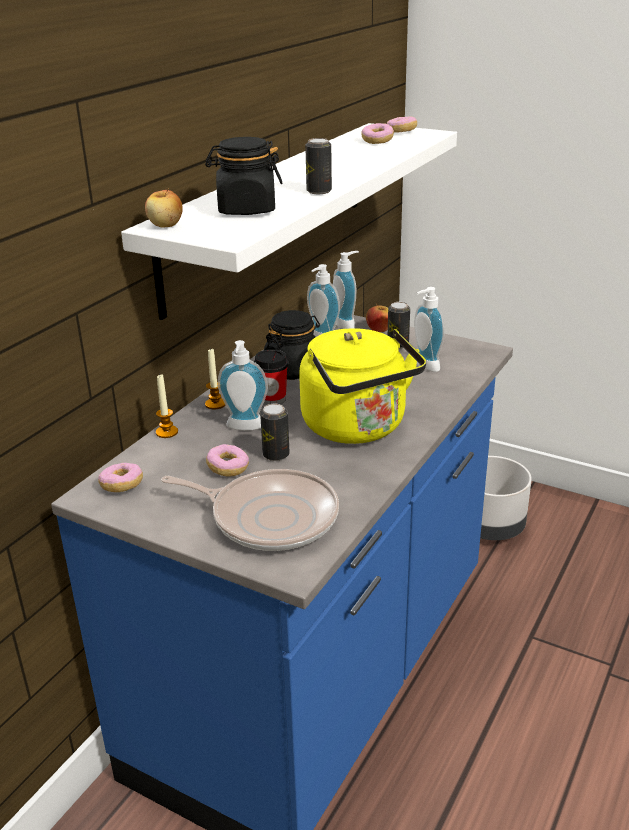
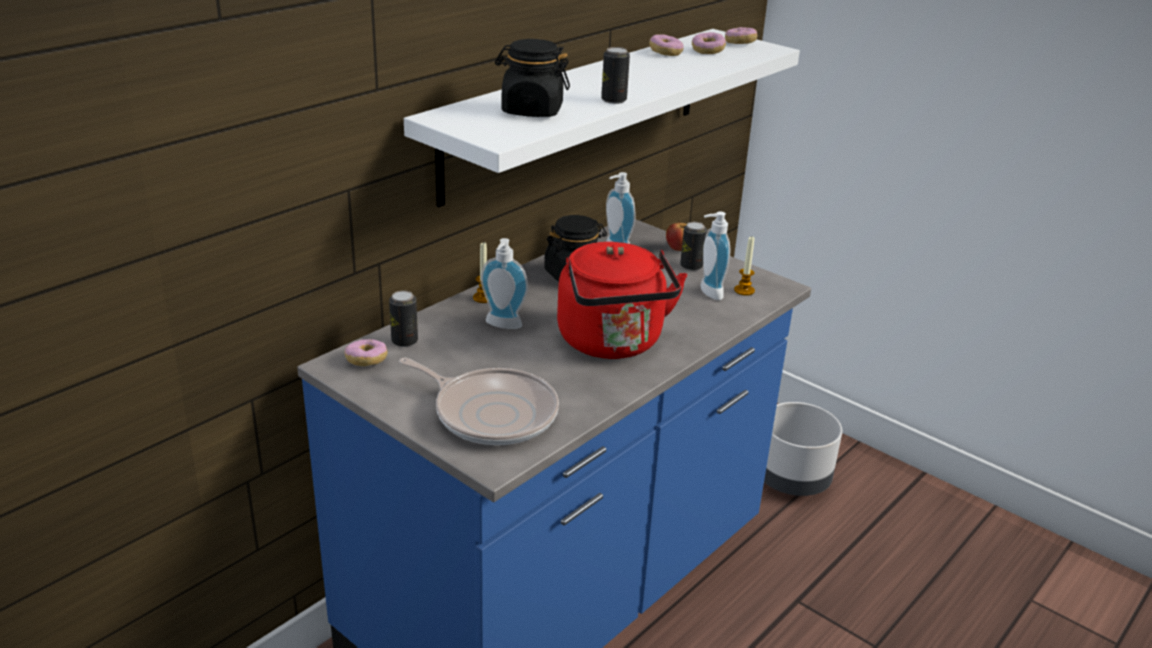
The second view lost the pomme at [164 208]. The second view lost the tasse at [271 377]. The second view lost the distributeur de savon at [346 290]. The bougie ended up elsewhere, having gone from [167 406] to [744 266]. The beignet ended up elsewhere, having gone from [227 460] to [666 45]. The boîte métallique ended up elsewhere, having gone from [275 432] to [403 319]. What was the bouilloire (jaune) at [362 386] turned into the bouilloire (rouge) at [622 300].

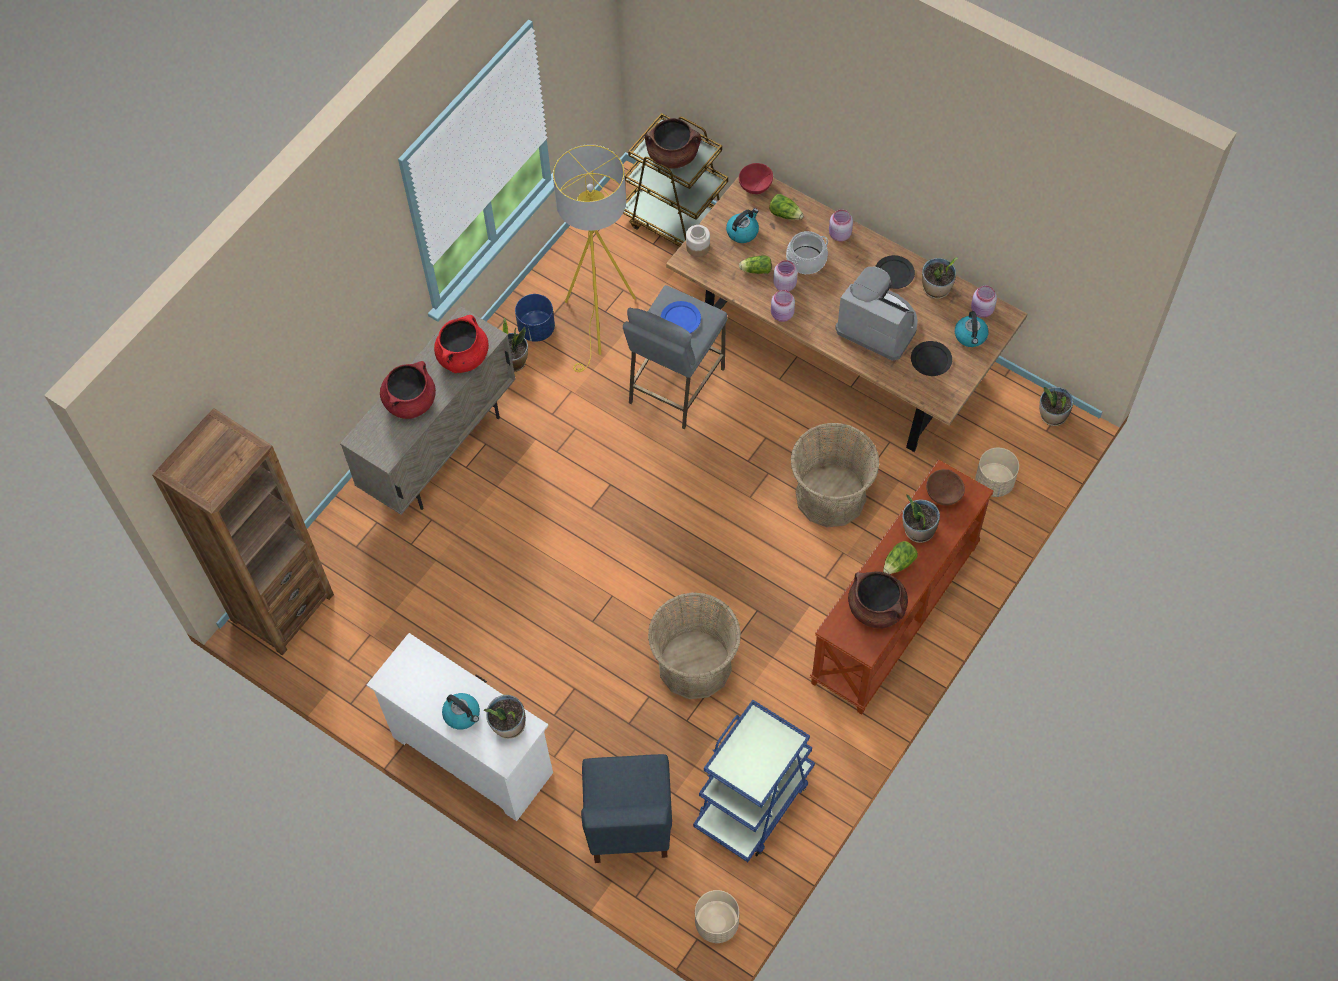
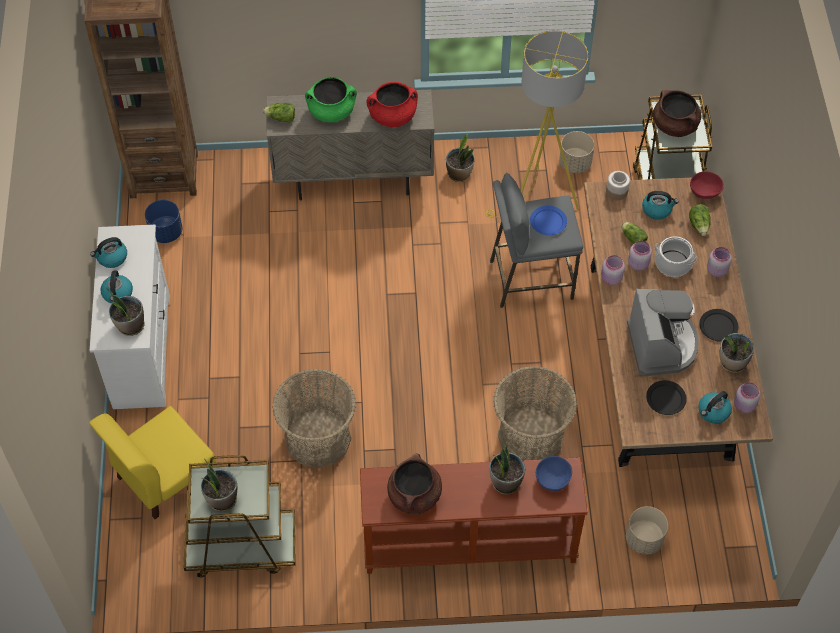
The second view gained the bouilloire at [108 252]. The cache-pot (bleu) ended up elsewhere, having gone from [535 318] to [164 221]. The cache-pot (beige) ended up elsewhere, having gone from [717 916] to [577 152]. The laitue ended up elsewhere, having gone from [900 557] to [279 113]. The plante en pot ended up elsewhere, having gone from [1056 406] to [219 485]. What was the marmite (rouge) at [408 390] turned into the marmite (vert) at [331 100]. What was the chaise (bleu) at [626 808] turned into the chaise (jaune) at [152 462]. What was the chariot (bleu) at [754 781] turned into the chariot (marron) at [240 516]. What was the bol (marron) at [945 487] turned into the bol (bleu) at [554 473].

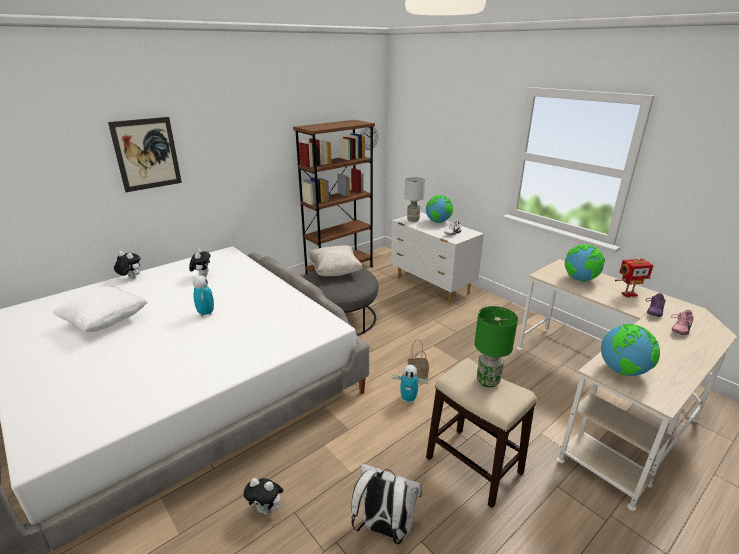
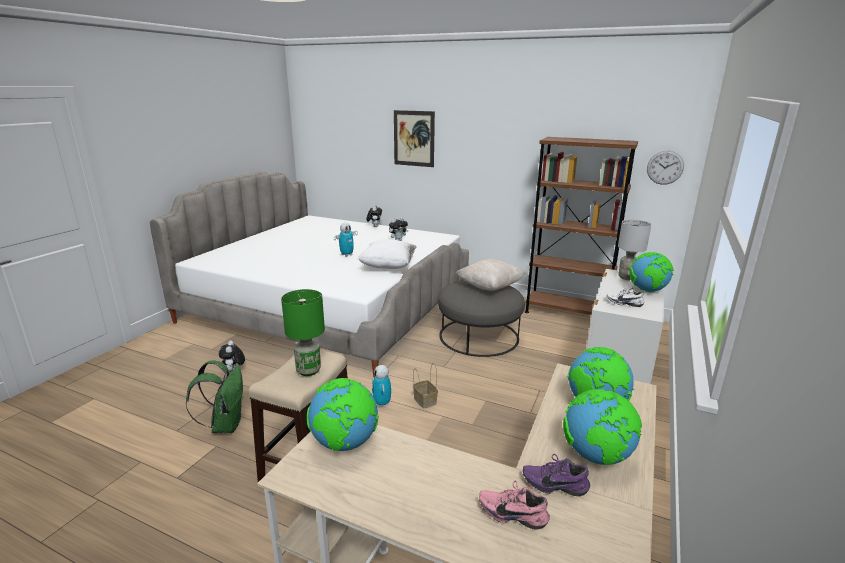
The coussin (blanc) ended up elsewhere, having gone from [100 309] to [387 254]. Where the robot jouet stood at [634 277], the globe came to stand at [602 427]. What was the sac à dos (blanc) at [386 504] turned into the sac à dos (vert) at [214 396].

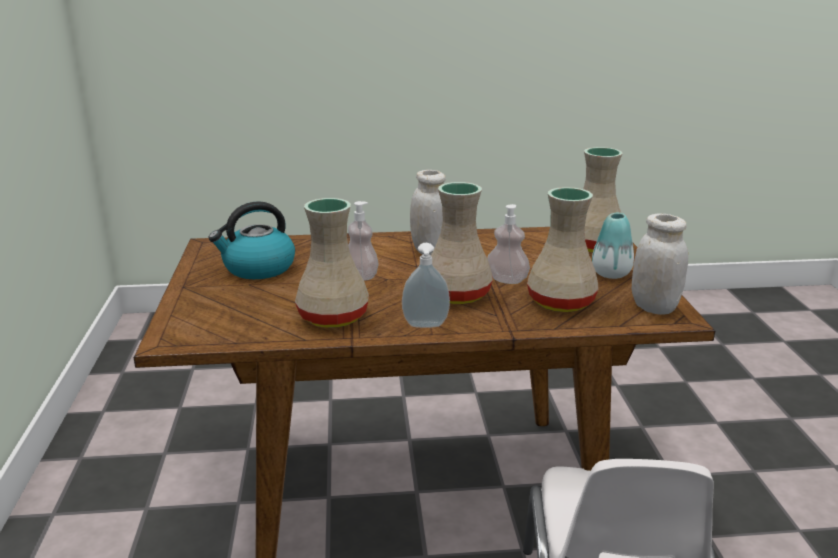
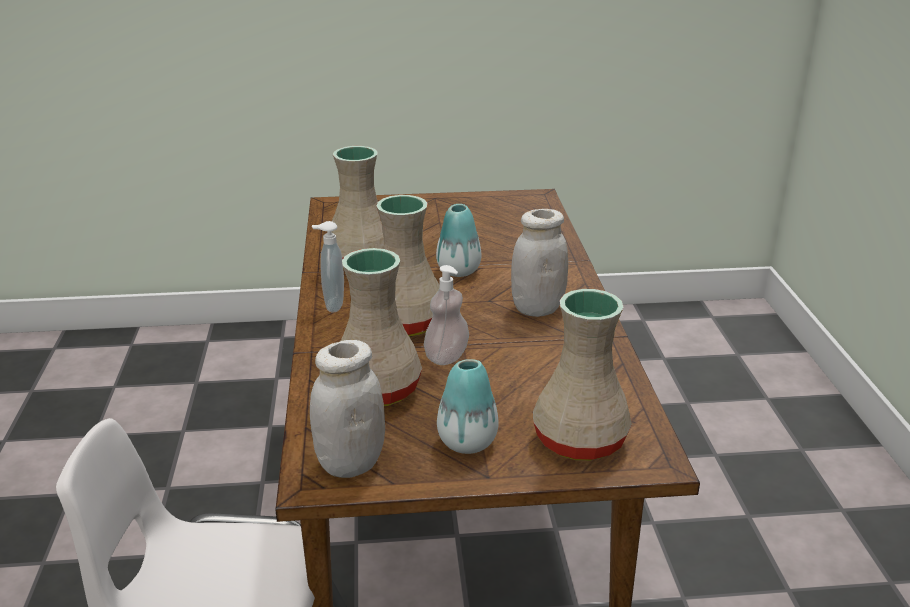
The second view lost the bouilloire at [251 240]. Where the distributeur de savon stood at [363 241], the vase came to stand at [458 240].

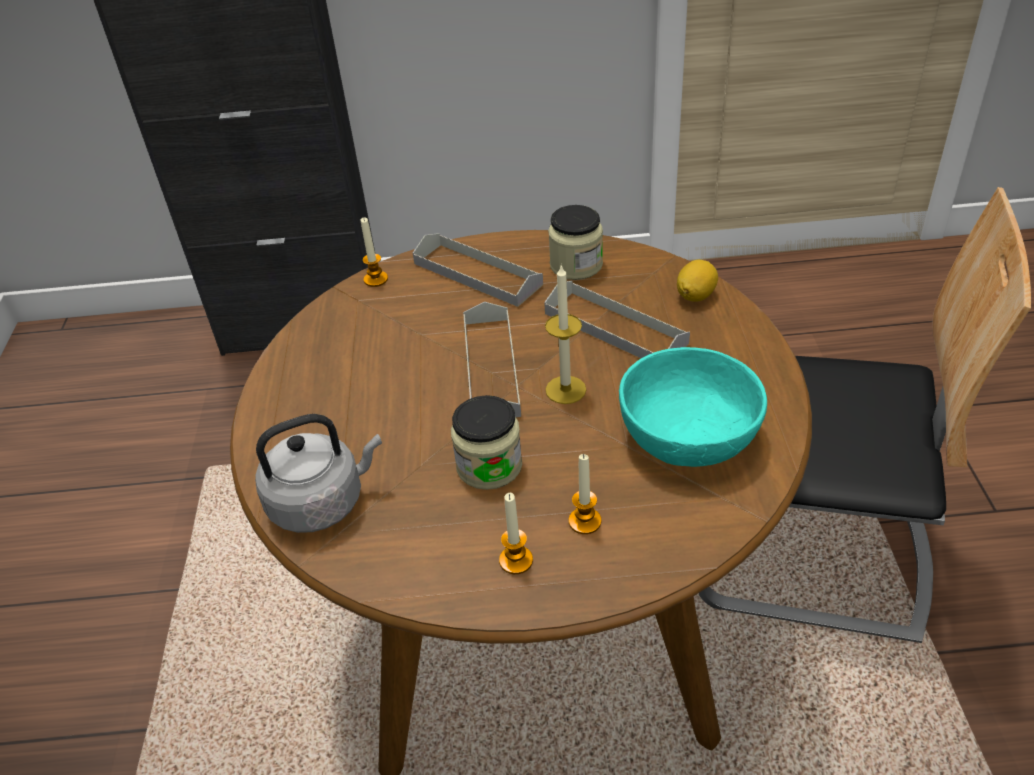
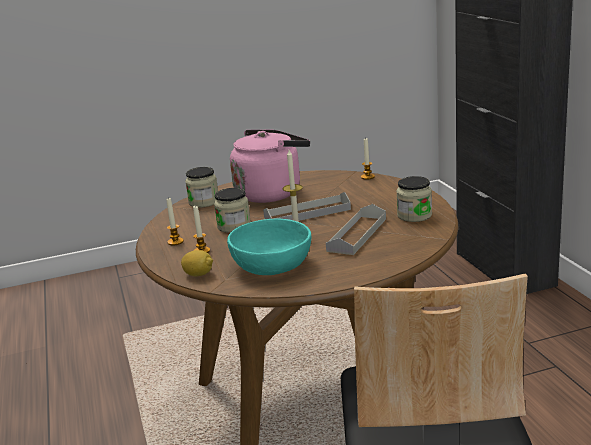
The second view lost the plateau (gris) at [478 270]. The second view gained the bouilloire (rose) at [270 166]. The citron ended up elsewhere, having gone from [697 281] to [197 263]. Where the bouilloire (gris) stood at [318 473], the bocal came to stand at [201 187].

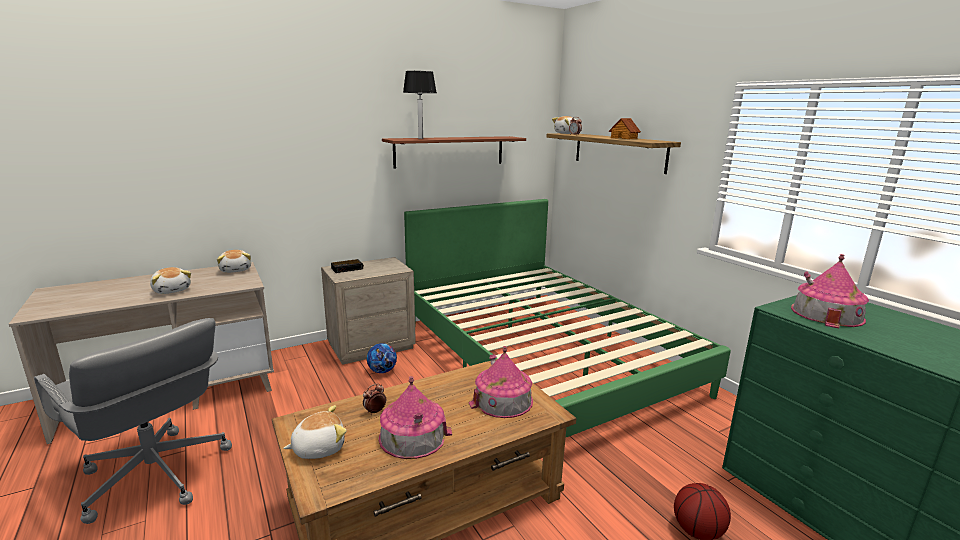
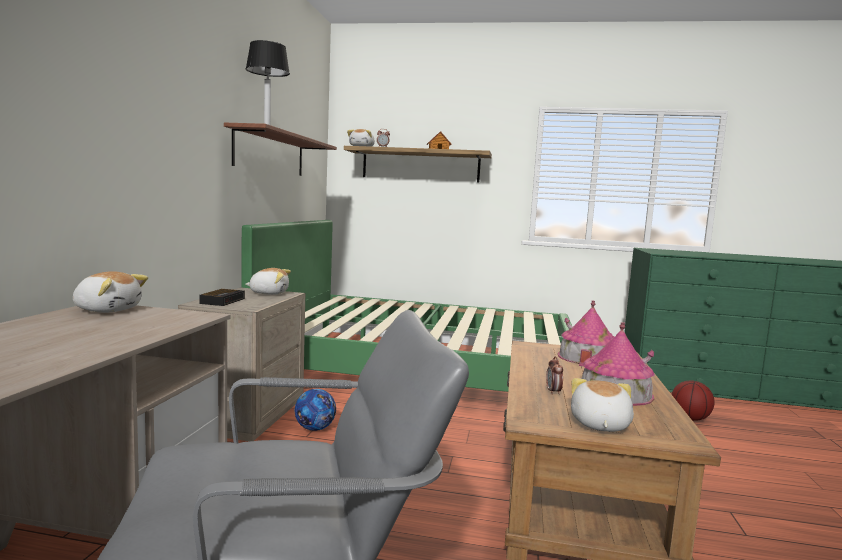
The second view lost the maison miniature at [830 291]. The peluche ended up elsewhere, having gone from [170 280] to [268 281].

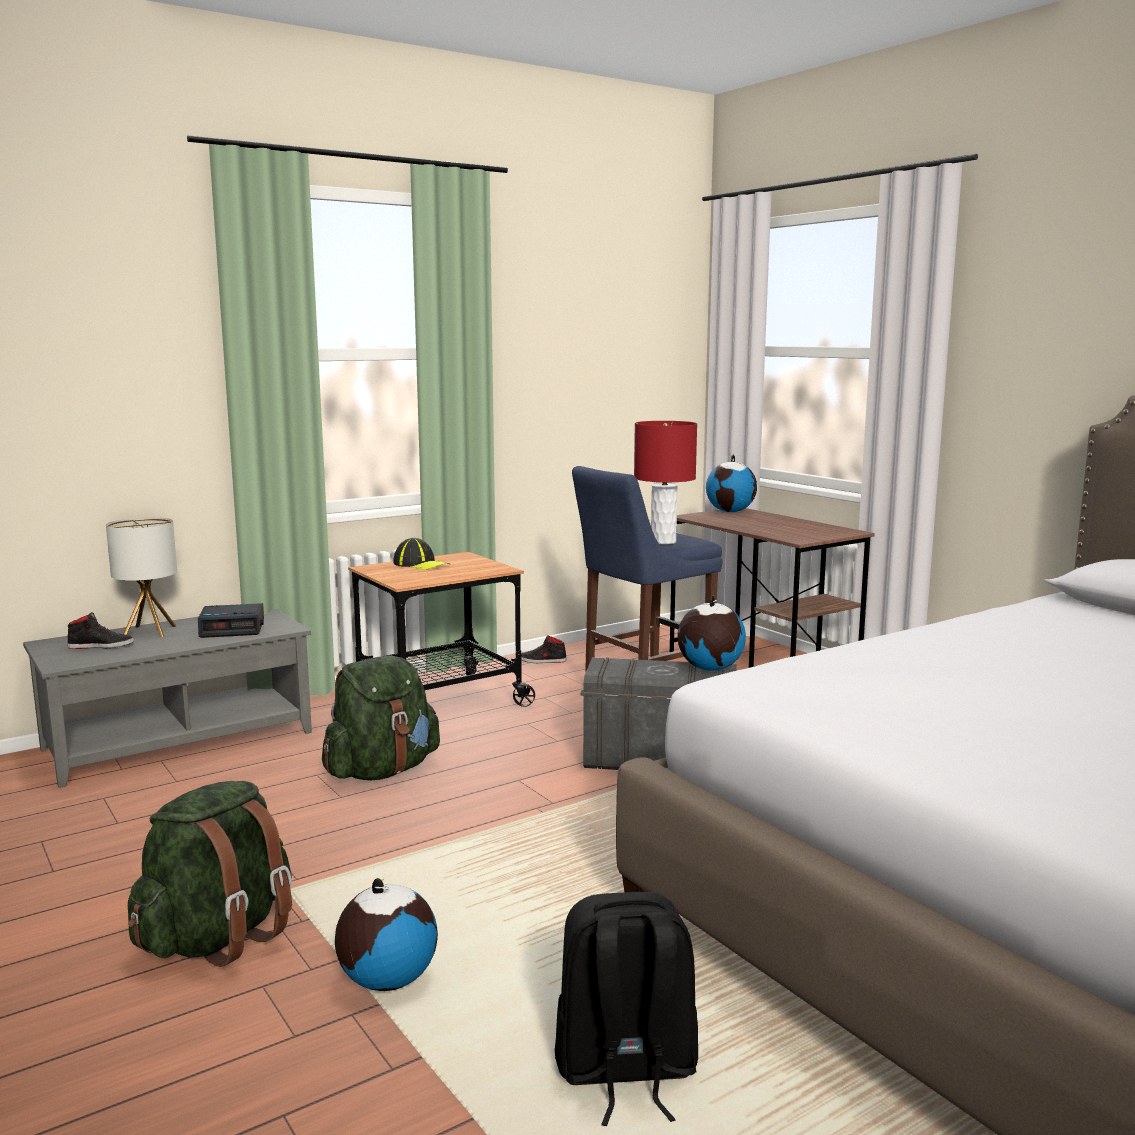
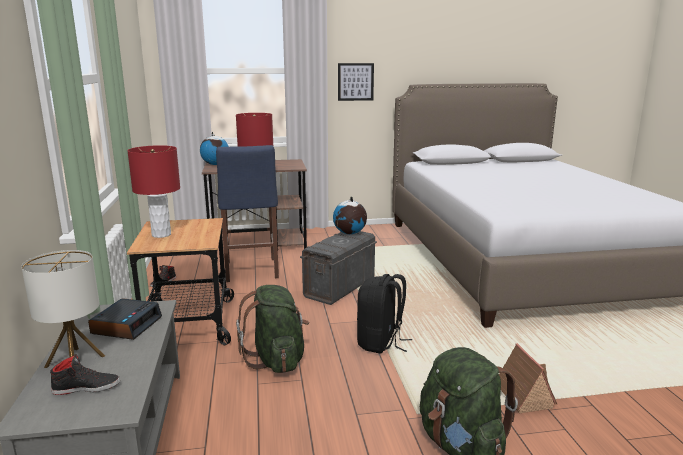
The second view gained the tableau at [356 82]. The sac à dos (noir) ended up elsewhere, having gone from [626 1009] to [384 314]. Where the globe stood at [386 934], the maison miniature came to stand at [528 378]. Where the casquette stood at [421 554], the lampe de table (rouge) came to stand at [153 191]. The chaussure (noir) at [100 630] ended up facing another way, 60 degrees clockwise from before.

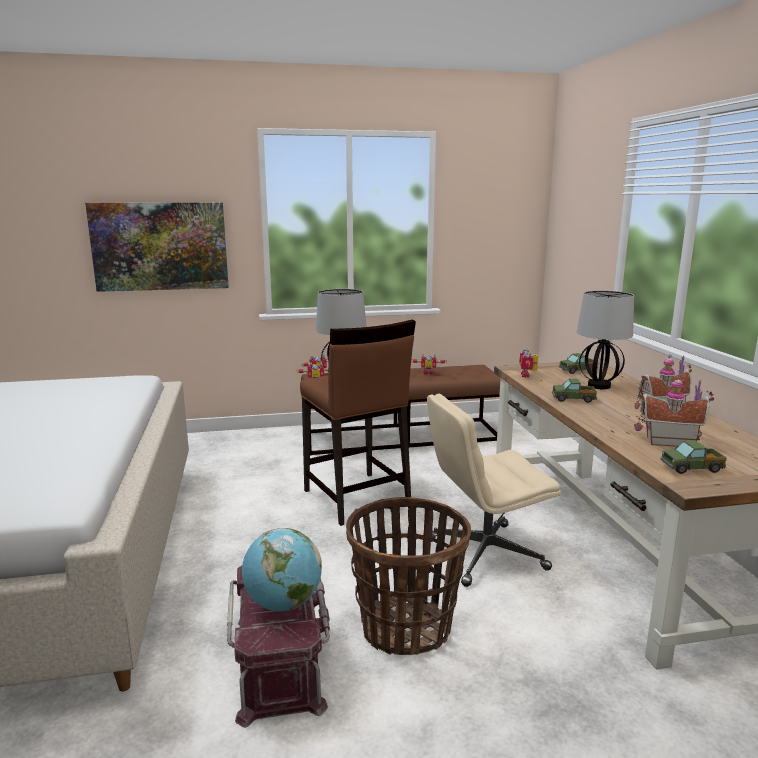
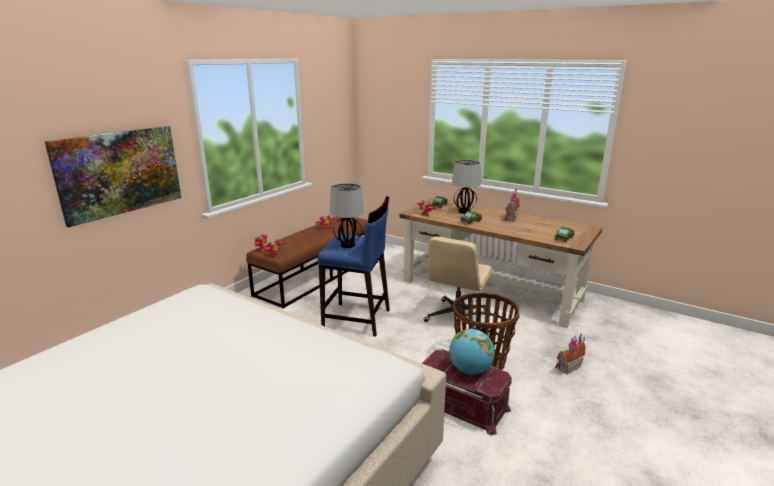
The maison miniature ended up elsewhere, having gone from [674 411] to [570 354]. What was the tabouret (marron) at [358 423] turned into the tabouret (bleu) at [353 266].

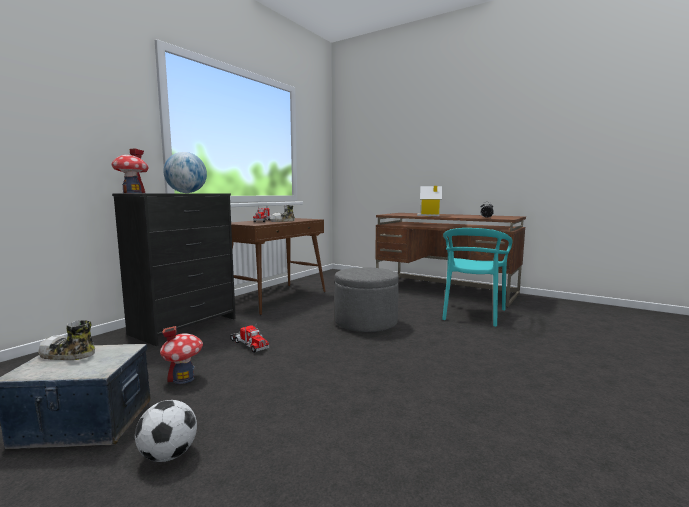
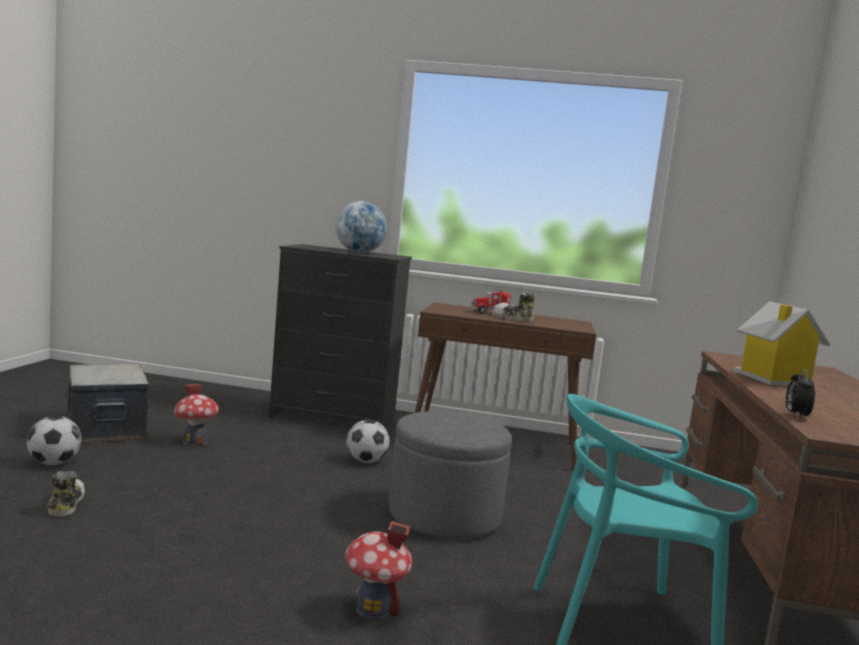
The second view lost the camion jouet at [249 339]. The second view gained the ballon de foot at [367 441]. The chaussure ended up elsewhere, having gone from [66 340] to [66 494]. The maison miniature ended up elsewhere, having gone from [130 170] to [378 570].

